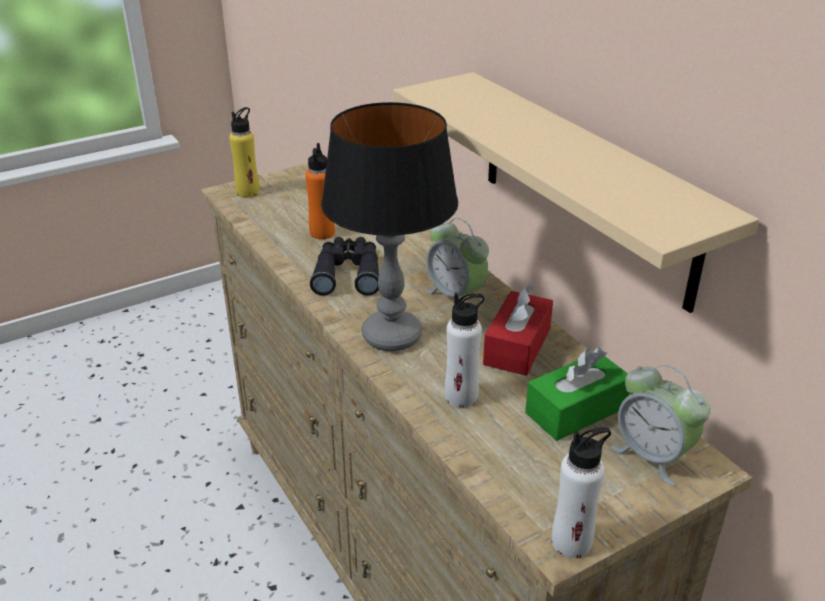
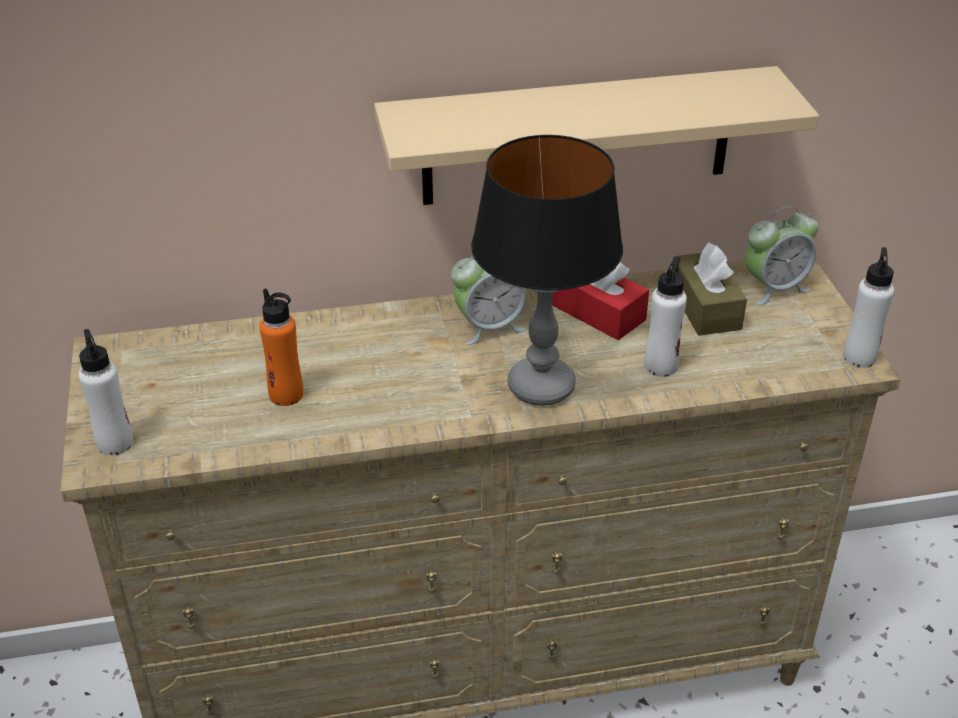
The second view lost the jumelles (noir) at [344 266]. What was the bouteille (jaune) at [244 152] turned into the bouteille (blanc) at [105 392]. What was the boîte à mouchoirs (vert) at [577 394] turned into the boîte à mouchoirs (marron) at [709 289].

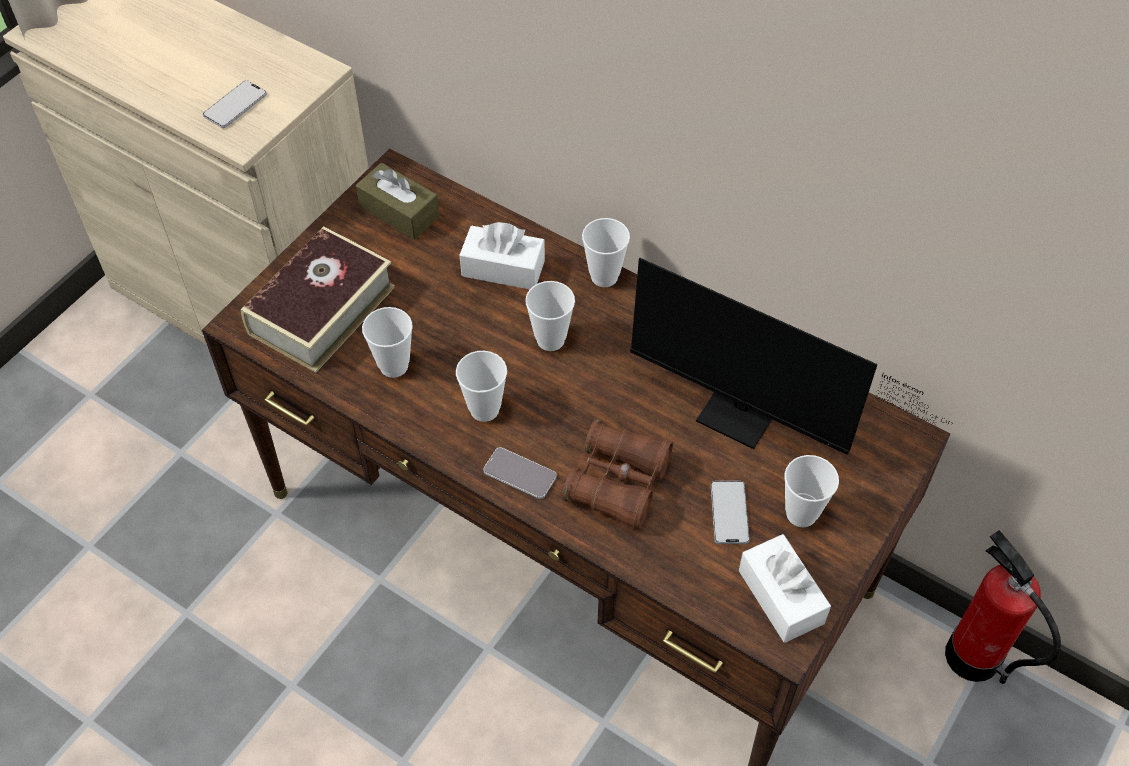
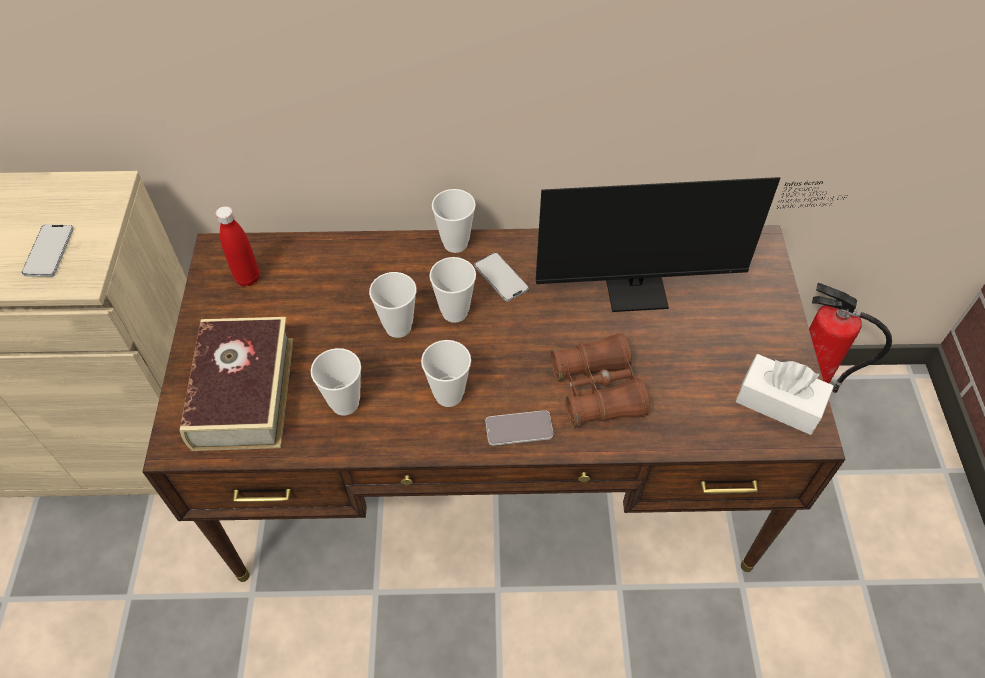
The second view lost the boîte à mouchoirs (blanc) at [502 255]. The téléphone ended up elsewhere, having gone from [730 512] to [501 277]. The tasse ended up elsewhere, having gone from [811 491] to [392 305]. Where the boîte à mouchoirs (marron) stood at [398 201], the bouteille (rouge) came to stand at [238 246].

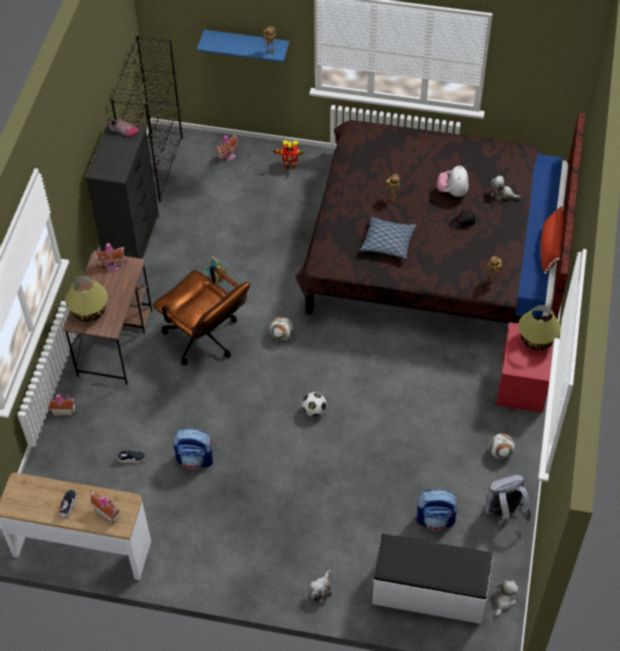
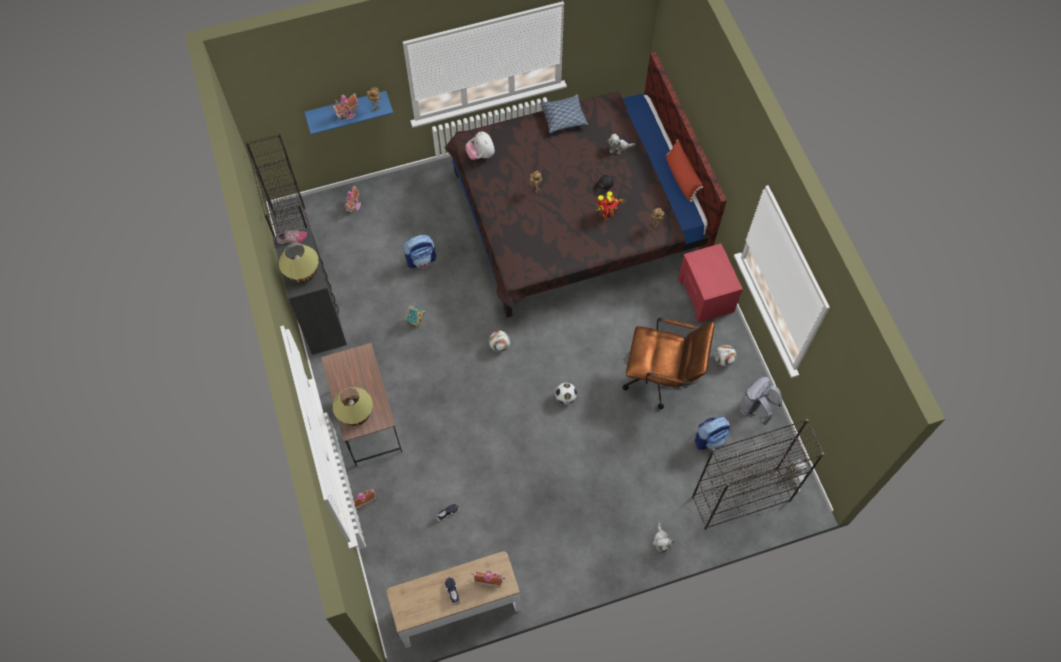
The maison miniature ended up elsewhere, having gone from [109 257] to [346 106]. The chaise de bureau (marron) ended up elsewhere, having gone from [201 315] to [668 363]. The sac à dos ended up elsewhere, having gone from [193 449] to [420 251]. The robot jouet ended up elsewhere, having gone from [288 154] to [611 205]. The coussin ended up elsewhere, having gone from [388 238] to [564 113]. The peluche ended up elsewhere, having gone from [453 181] to [480 146]. The lampe de table ended up elsewhere, having gone from [539 328] to [299 262]. Where the banc (blanc) stood at [432 579], the bibliothèque (noir) came to stand at [758 474].

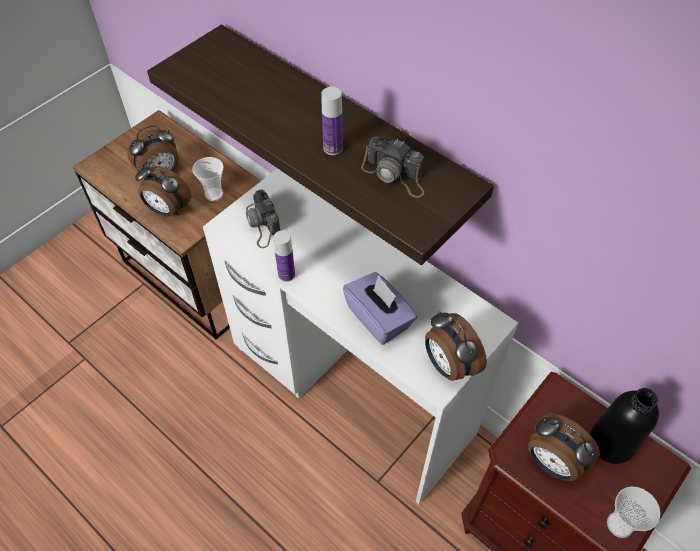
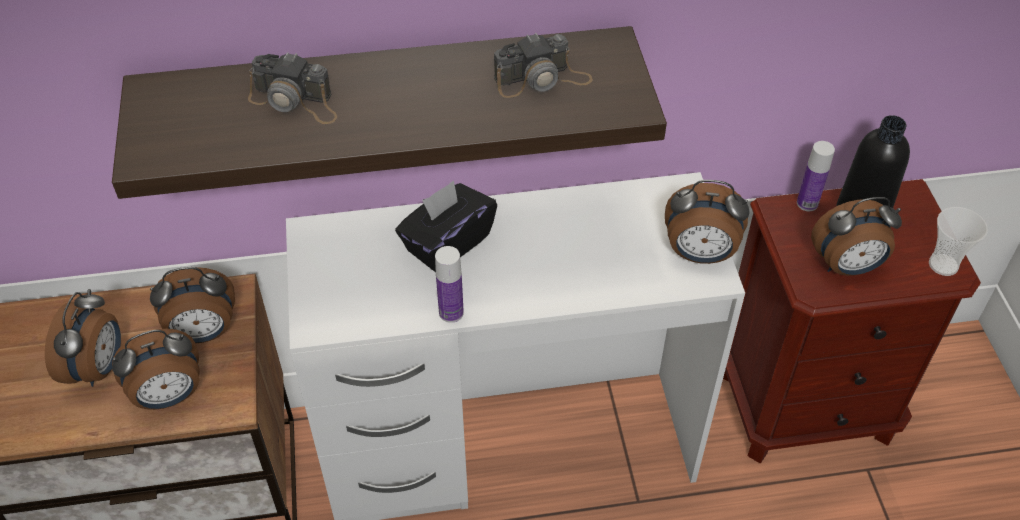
The second view lost the boîte à mouchoirs (violet) at [380 308]. The second view gained the boîte à mouchoirs (noir) at [446 226]. The appareil photo ended up elsewhere, having gone from [263 218] to [292 88]. The bouteille ended up elsewhere, having gone from [332 121] to [816 176]. Where the tasse stood at [208 179], the réveil came to stand at [192 305].

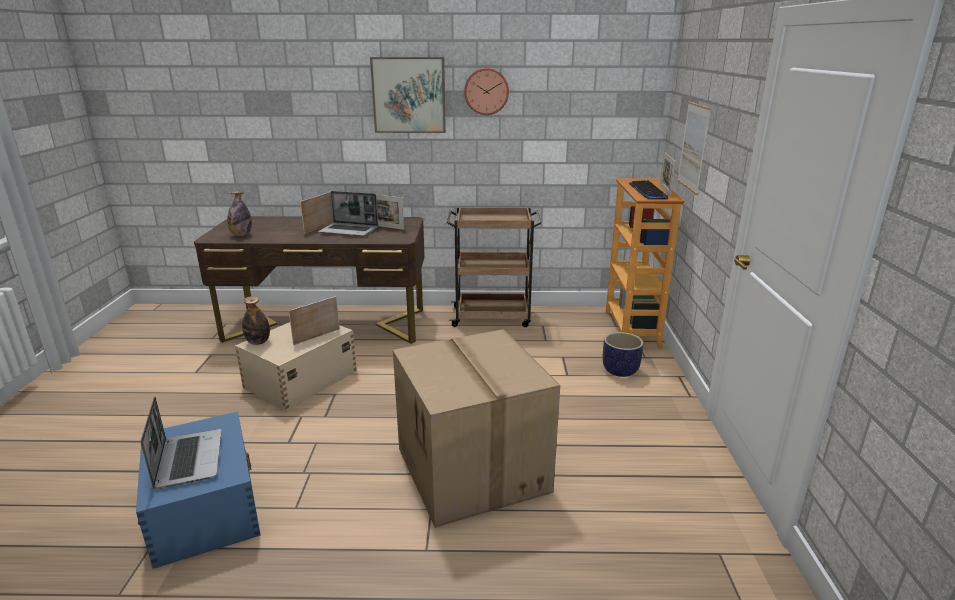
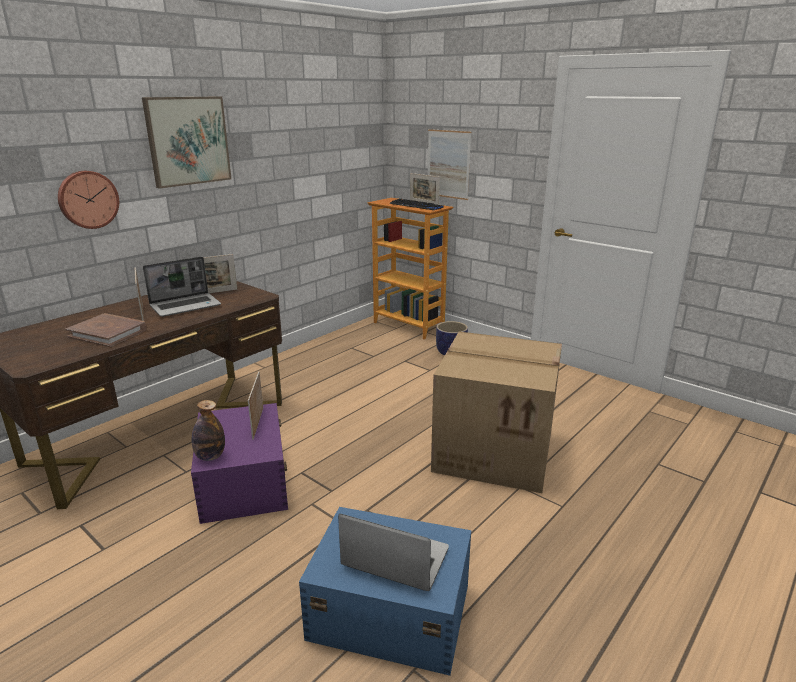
The second view lost the bouteille at [240 214]. The second view lost the chariot (marron) at [494 267]. The second view gained the livre (marron) at [106 330]. The horloge murale ended up elsewhere, having gone from [486 91] to [88 200]. What was the boîte de rangement (beige) at [296 366] turned into the boîte de rangement (violet) at [239 463].

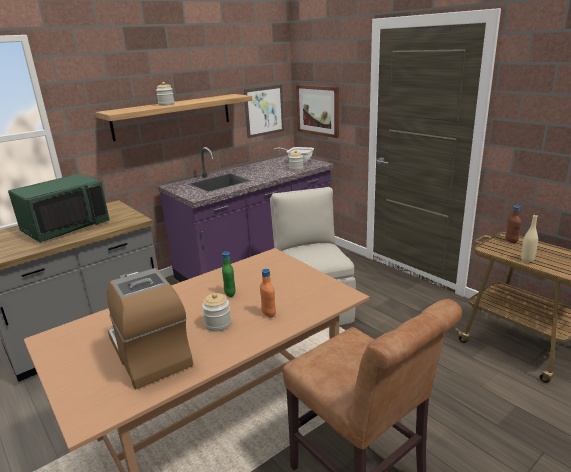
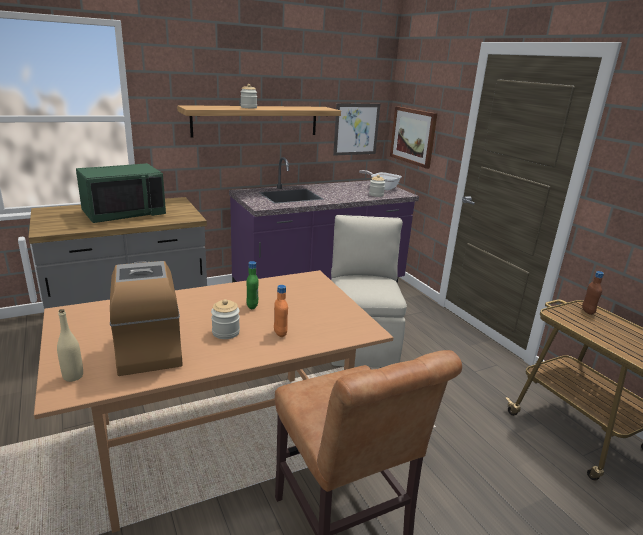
The bouteille (beige) ended up elsewhere, having gone from [529 237] to [70 345].

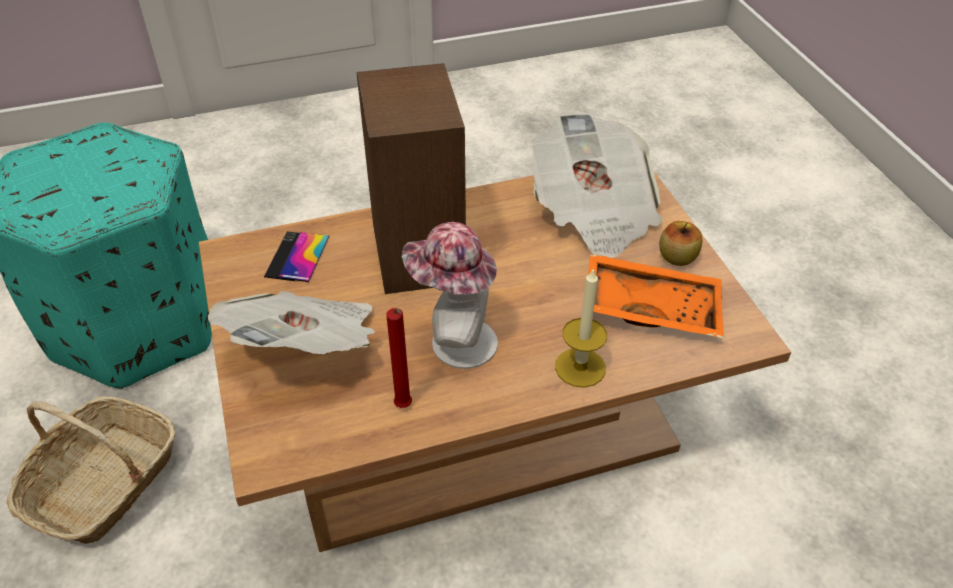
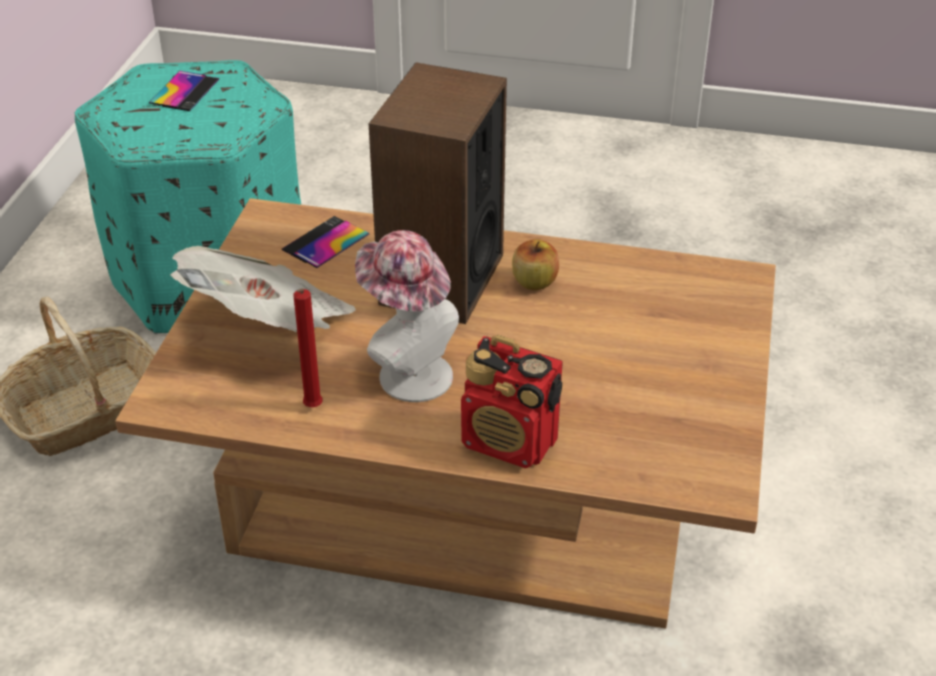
The second view lost the journal at [597 184]. The second view lost the plateau (orange) at [656 296]. The second view gained the téléphone at [184 91]. The pomme ended up elsewhere, having gone from [680 243] to [535 264]. Where the bougie stood at [581 328], the radio came to stand at [512 401].

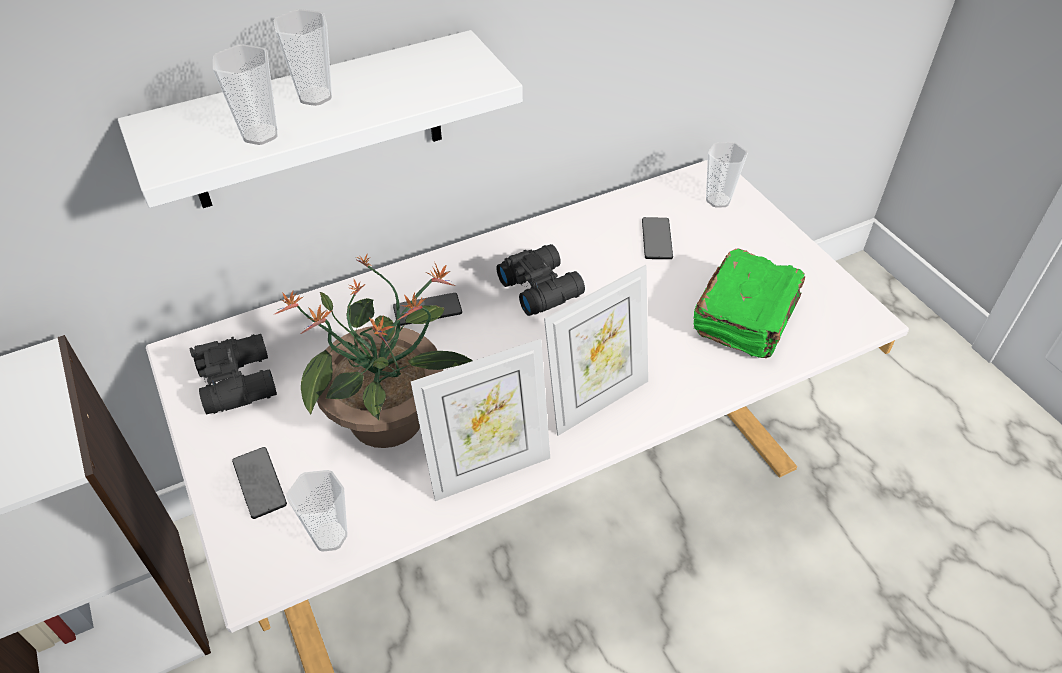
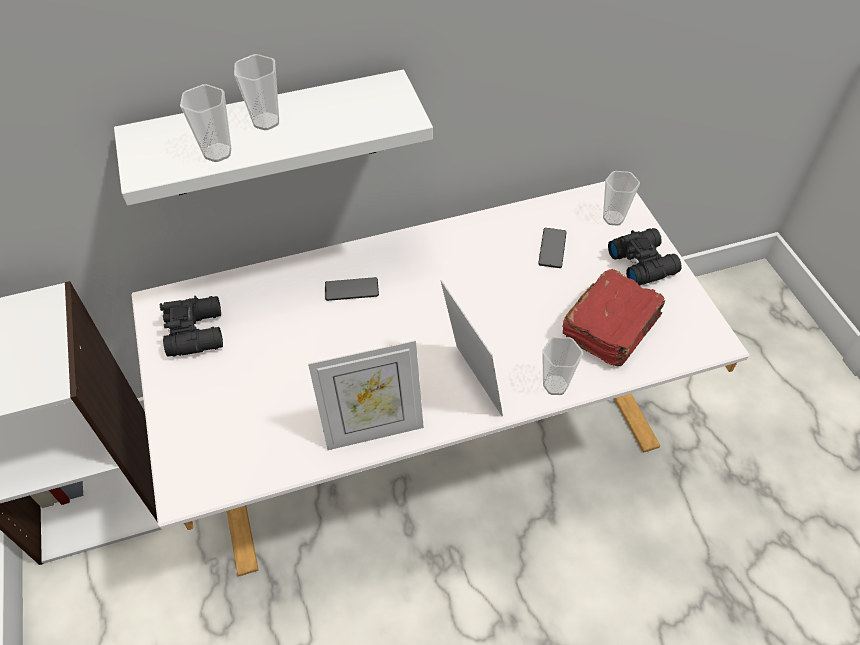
The second view lost the téléphone at [259 483]. The second view lost the plante en pot at [373 350]. The tasse ended up elsewhere, having gone from [316 511] to [562 366]. The jumelles (noir) ended up elsewhere, having gone from [540 280] to [645 257]. What was the livre (vert) at [749 303] turned into the livre (rouge) at [613 317]. The cadre photo at [596 350] ended up facing another way, 90 degrees counterclockwise from before.

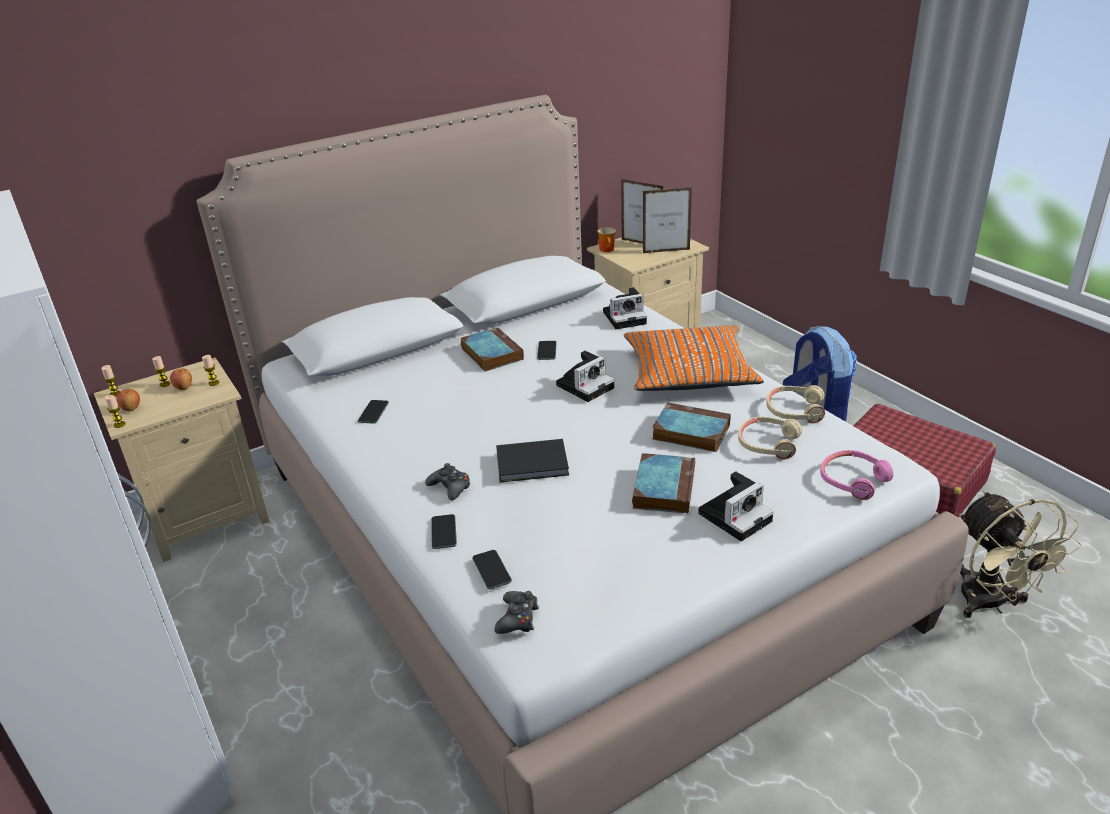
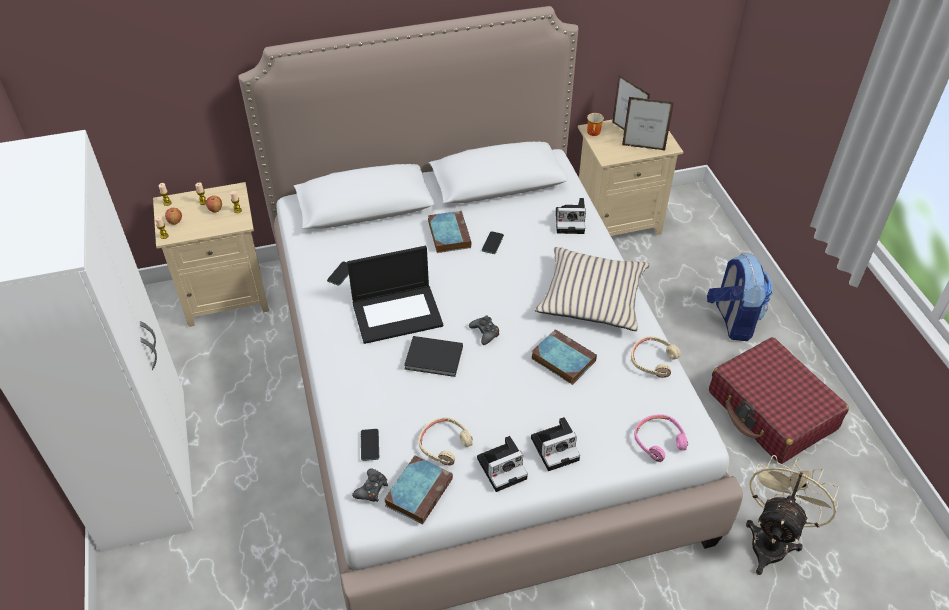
The second view lost the téléphone at [444 531]. The second view gained the ordinateur portable at [395 295]. The manette (noir) ended up elsewhere, having gone from [447 481] to [484 330]. The appareil photo ended up elsewhere, having gone from [585 376] to [502 464]. The livre ended up elsewhere, having gone from [663 483] to [418 490]. The casque audio (beige) ended up elsewhere, having gone from [770 438] to [446 441]. What was the coussin (orange) at [694 358] turned into the coussin (beige) at [592 289]. The ventilateur (beige) at [1020 554] ended up facing another way, 150 degrees counterclockwise from before.

